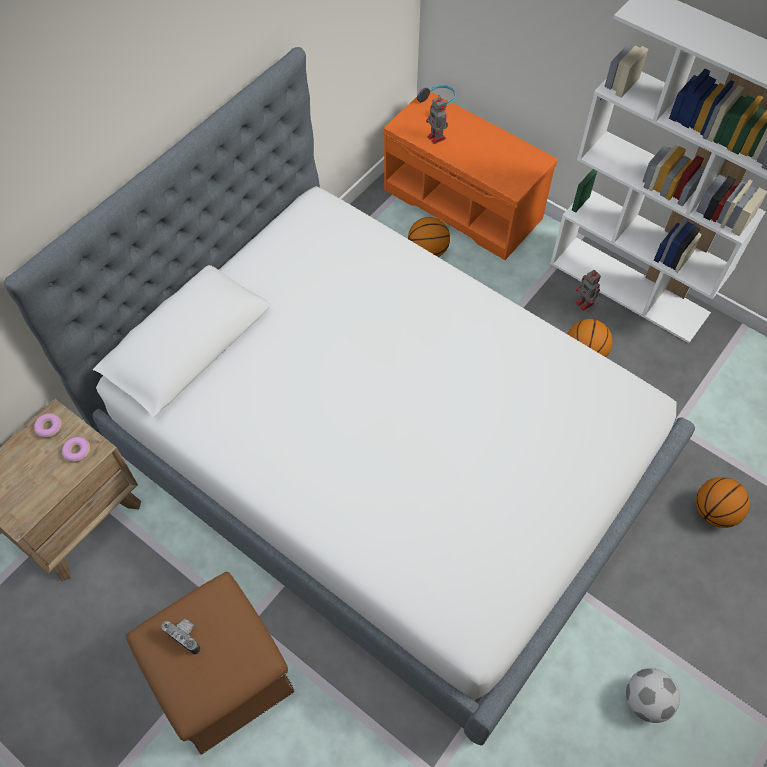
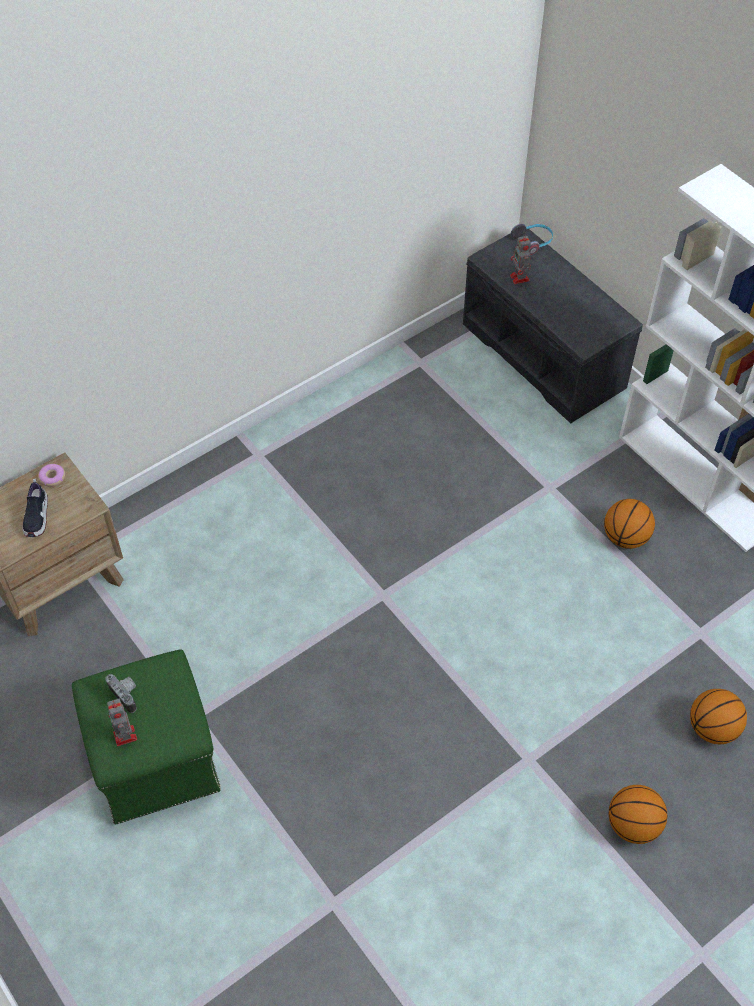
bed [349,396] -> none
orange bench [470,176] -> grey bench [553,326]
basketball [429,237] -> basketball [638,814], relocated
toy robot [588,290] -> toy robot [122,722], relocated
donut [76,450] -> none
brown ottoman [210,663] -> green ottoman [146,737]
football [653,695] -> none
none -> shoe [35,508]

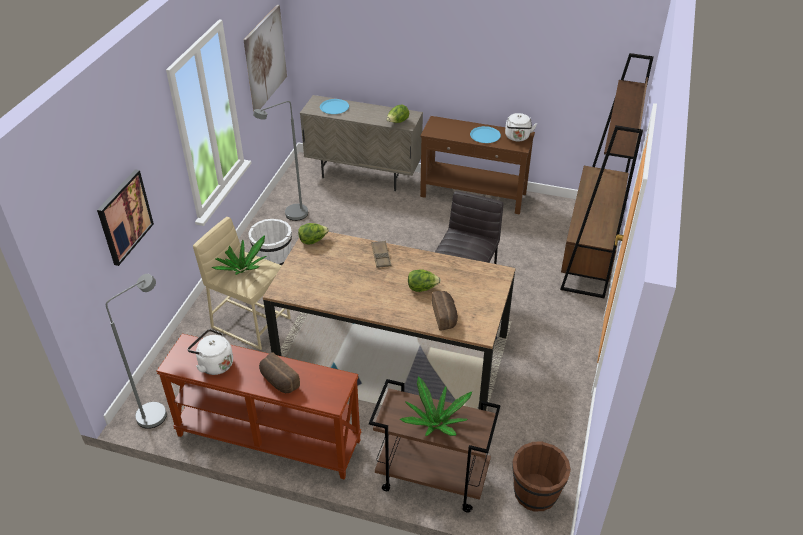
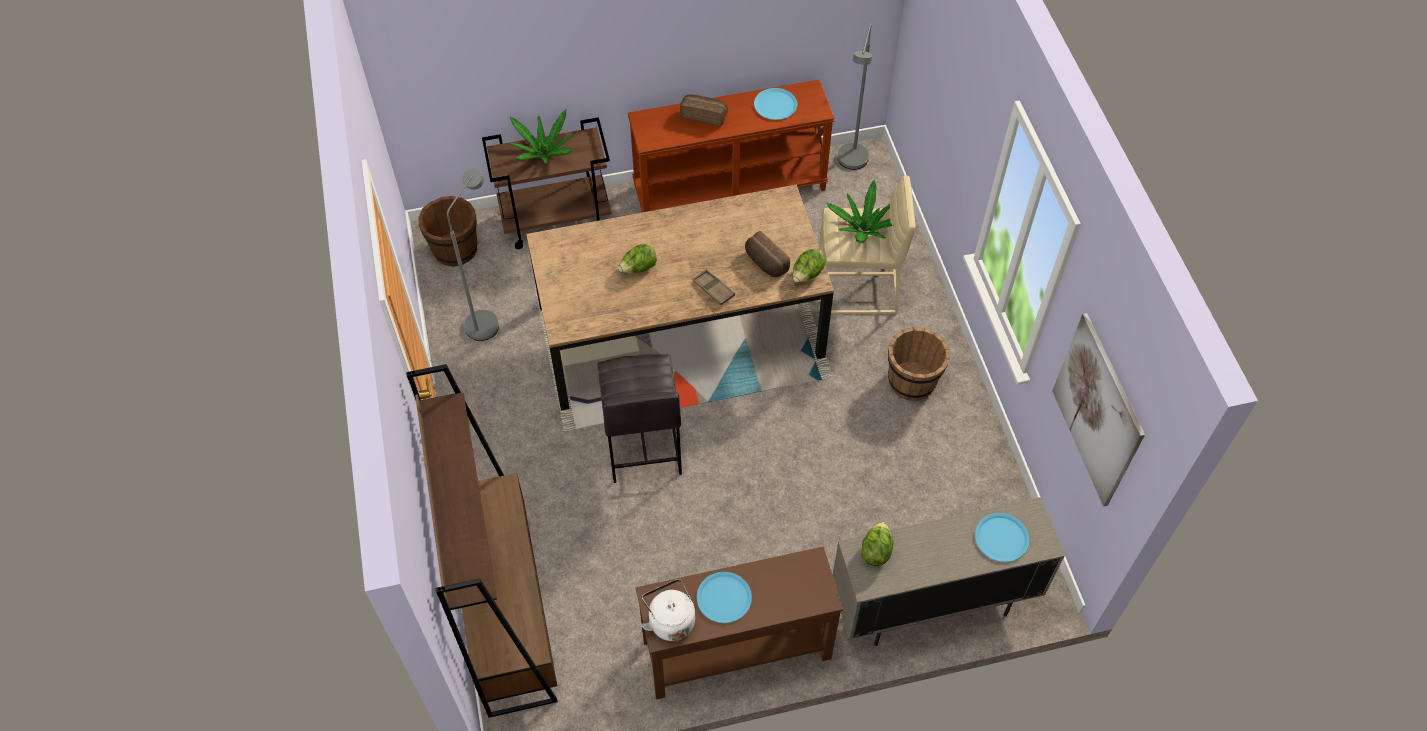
grey floor lamp [280,161] -> grey floor lamp [473,254], relocated
picture [125,217] -> none
white bucket [270,242] -> brown bucket [919,364]
bread [445,310] -> bread [767,254], relocated
white kettle [210,352] -> blue plate [775,104]

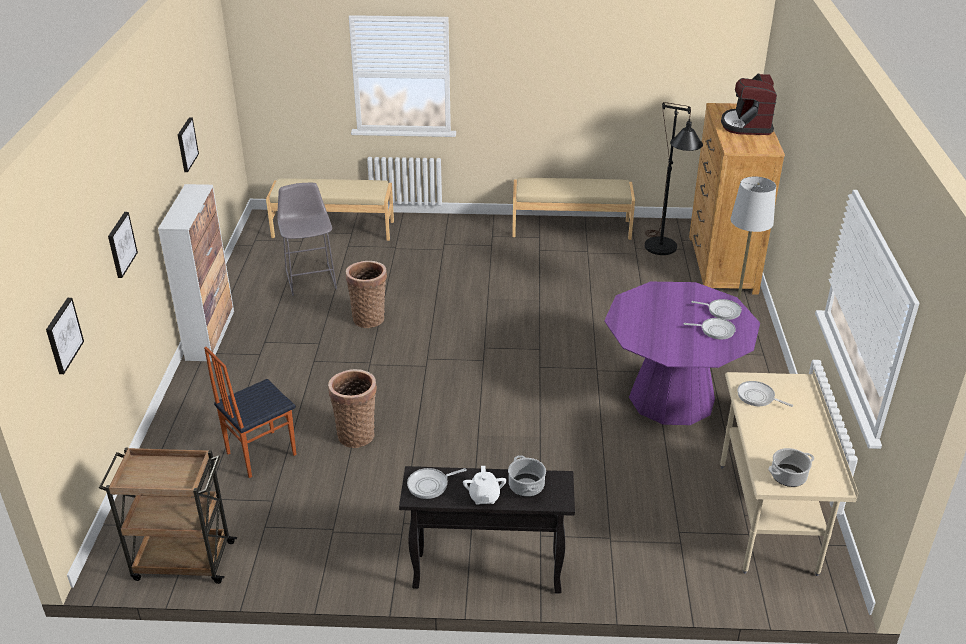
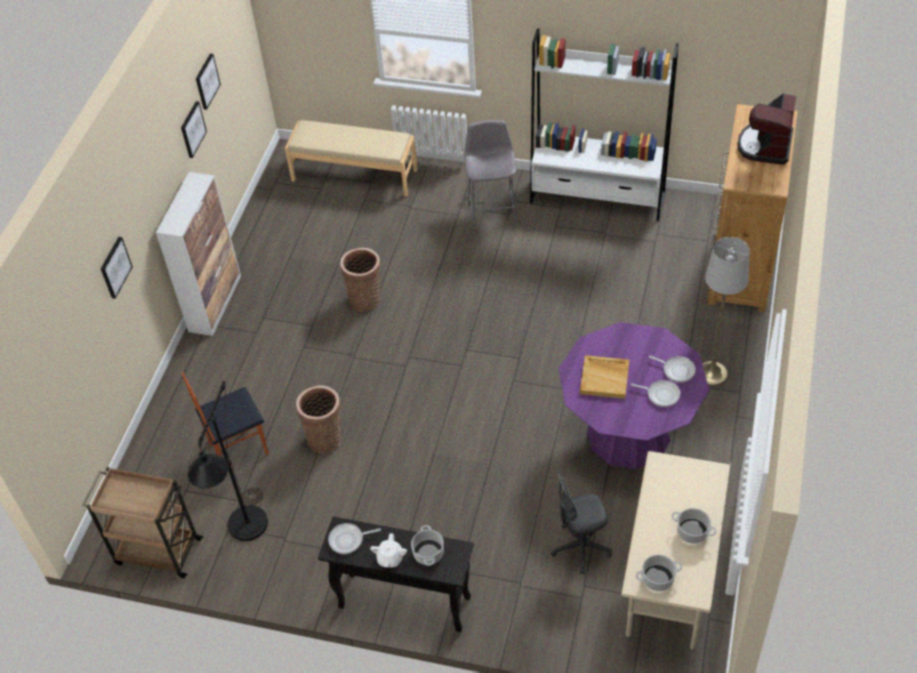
black floor lamp [674,178] -> black floor lamp [228,461], relocated
beige bench [573,209] -> white bookcase [604,124]
grey stool [307,239] -> grey stool [490,174], relocated
picture [65,336] -> picture [208,82], relocated
frying pan [765,394] -> none
none -> beige tray [604,377]
none -> grey office chair [581,523]
none -> cooking pot [694,526]

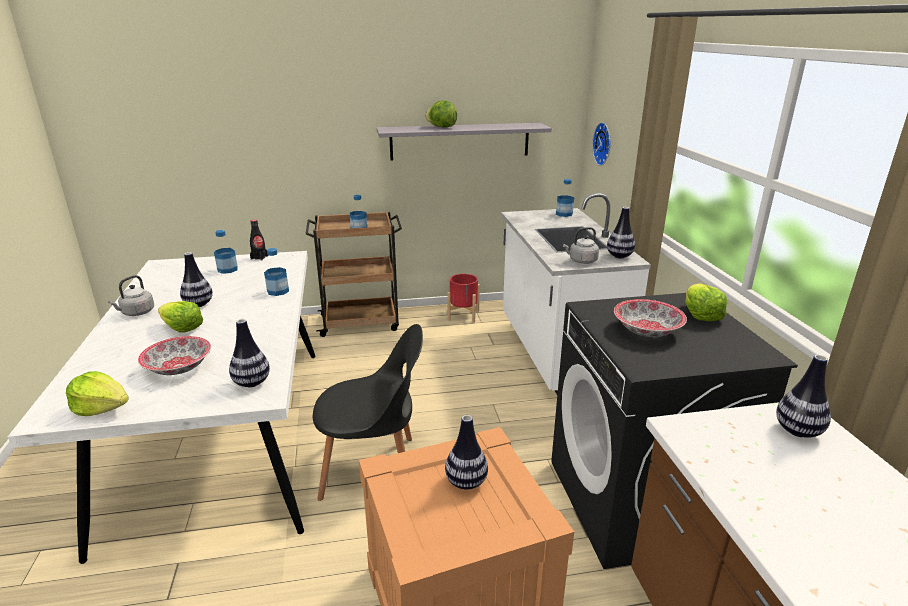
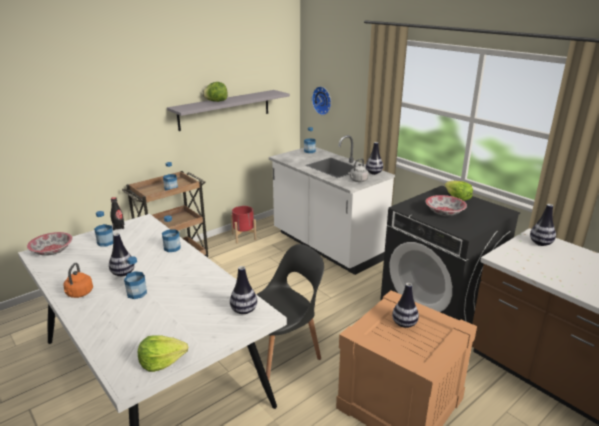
grey kettle [131,295] -> orange kettle [78,280]
lettuce [180,317] -> bottle [135,277]
bowl [174,355] -> bowl [50,244], relocated

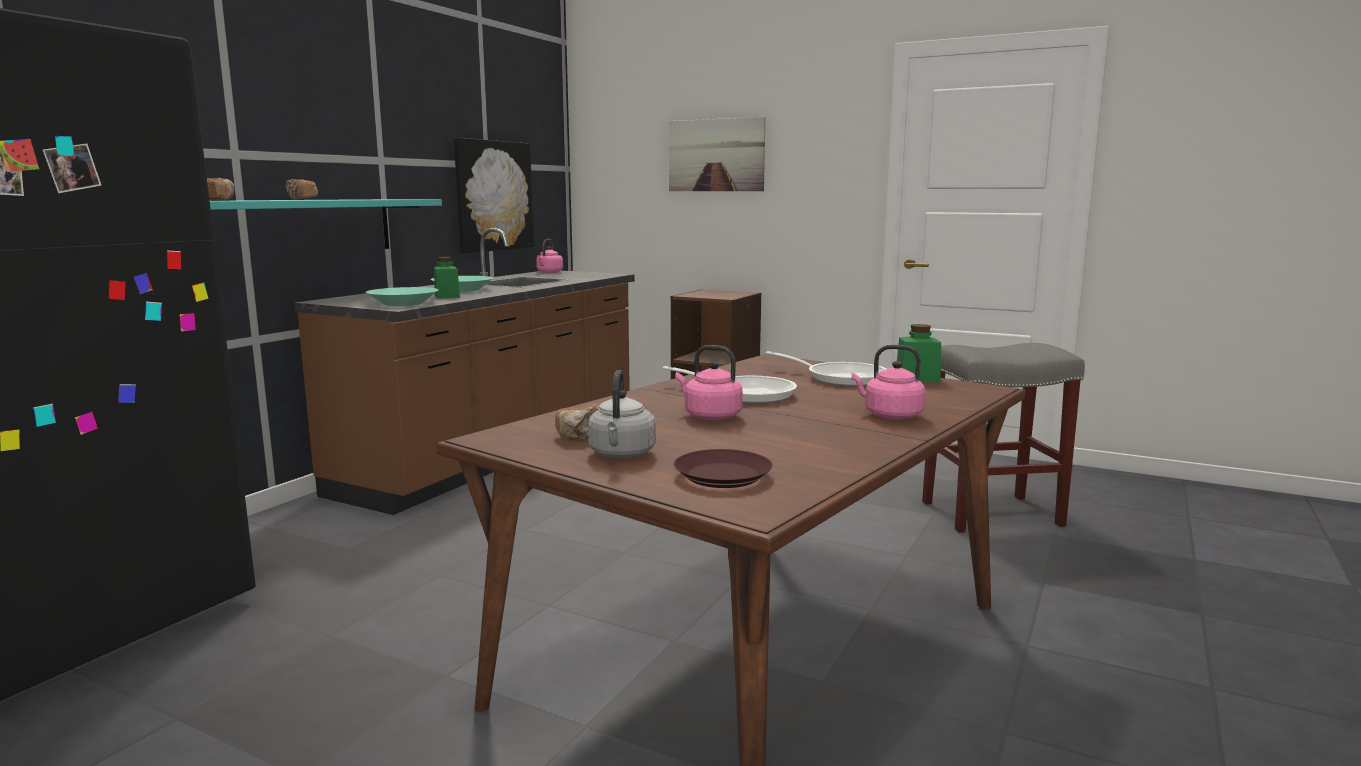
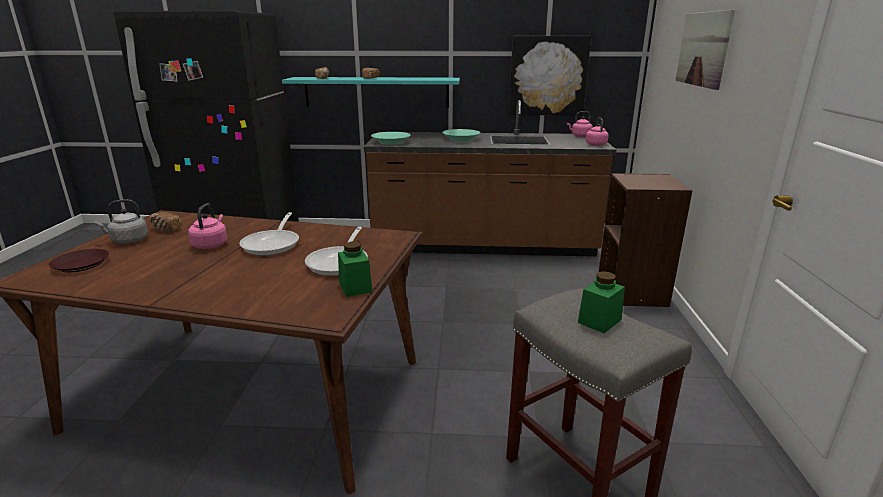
green jar [447,278] -> green jar [601,302], relocated
pink kettle [888,382] -> pink kettle [597,131], relocated

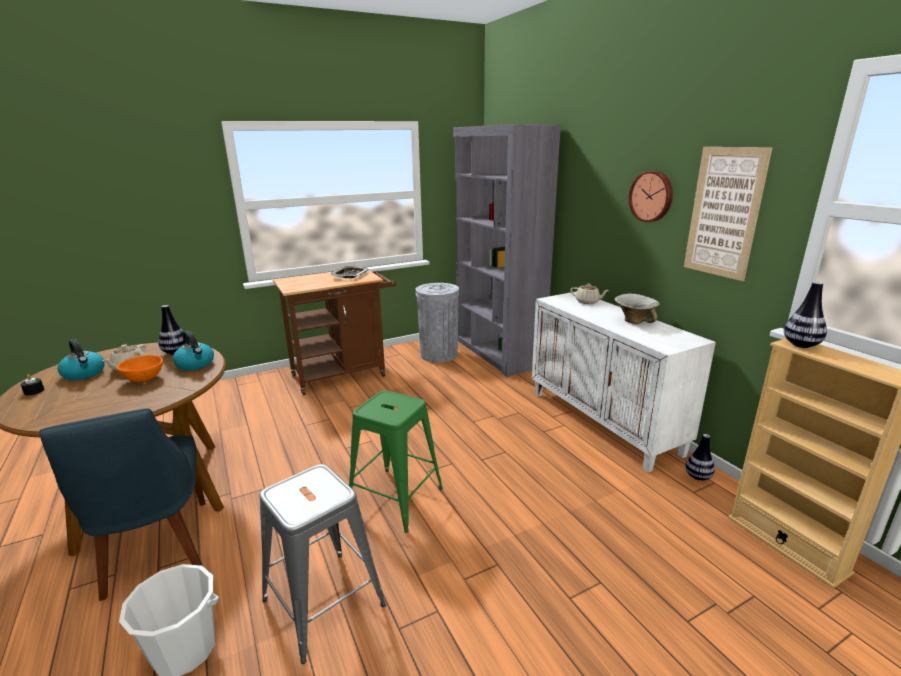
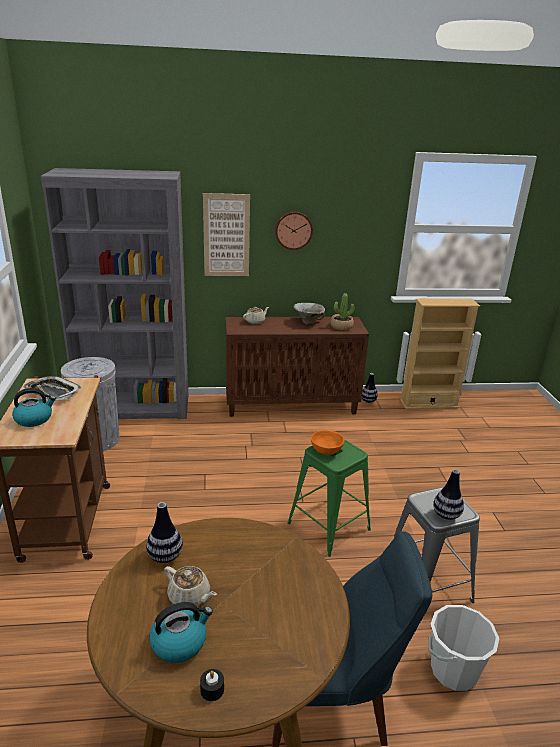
picture [728,214] -> picture [226,234], relocated
vase [805,315] -> vase [448,494], relocated
white cabinet [624,382] -> brown cabinet [297,367]
kettle [193,351] -> kettle [34,407], relocated
orange bowl [140,368] -> orange bowl [328,442], relocated
none -> potted plant [342,311]

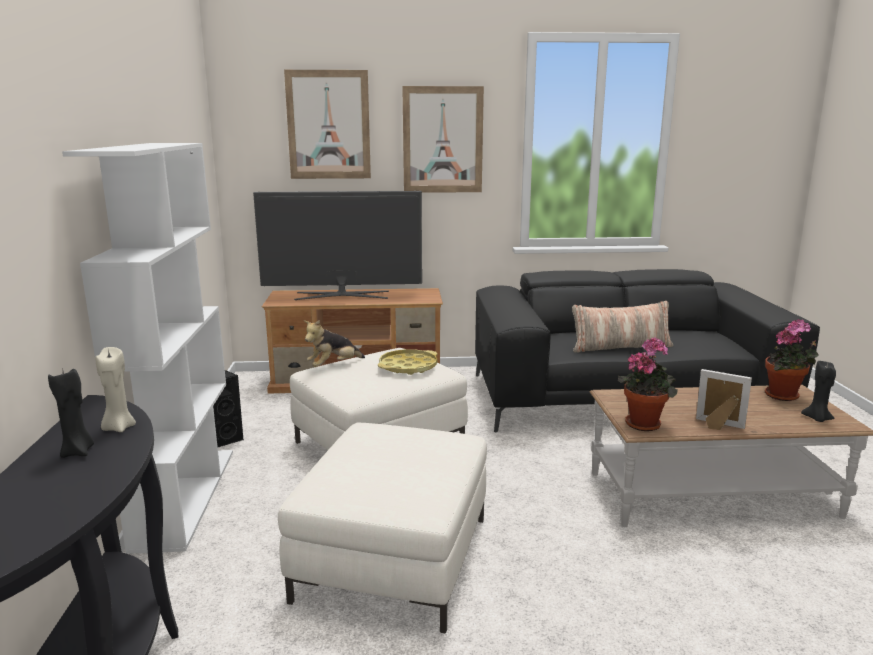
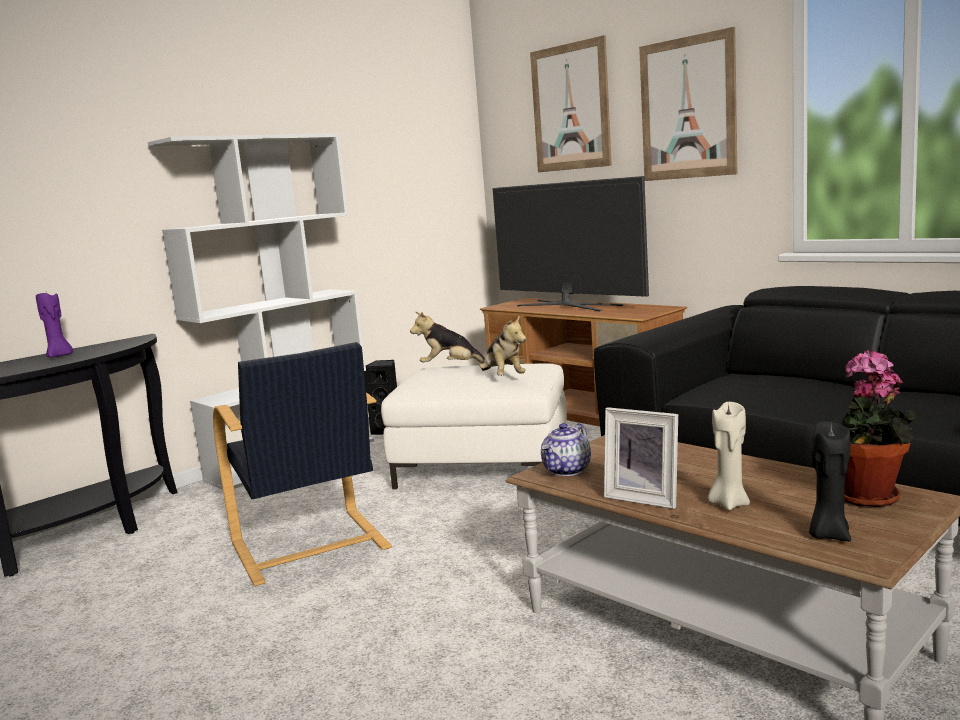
pillow [622,326] -> none
potted plant [648,384] -> teapot [566,449]
beige candle [115,389] -> beige candle [729,456], relocated
yellow tray [408,362] -> plush toy [503,345]
black candle [71,413] -> purple candle [54,325]
picture frame [724,399] -> picture frame [641,458], 135 degrees clockwise
white ottoman [382,528] -> black armchair [302,464]

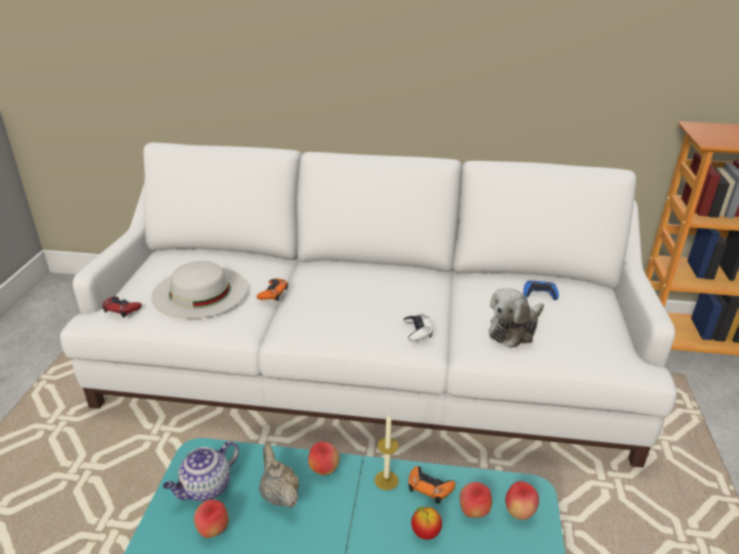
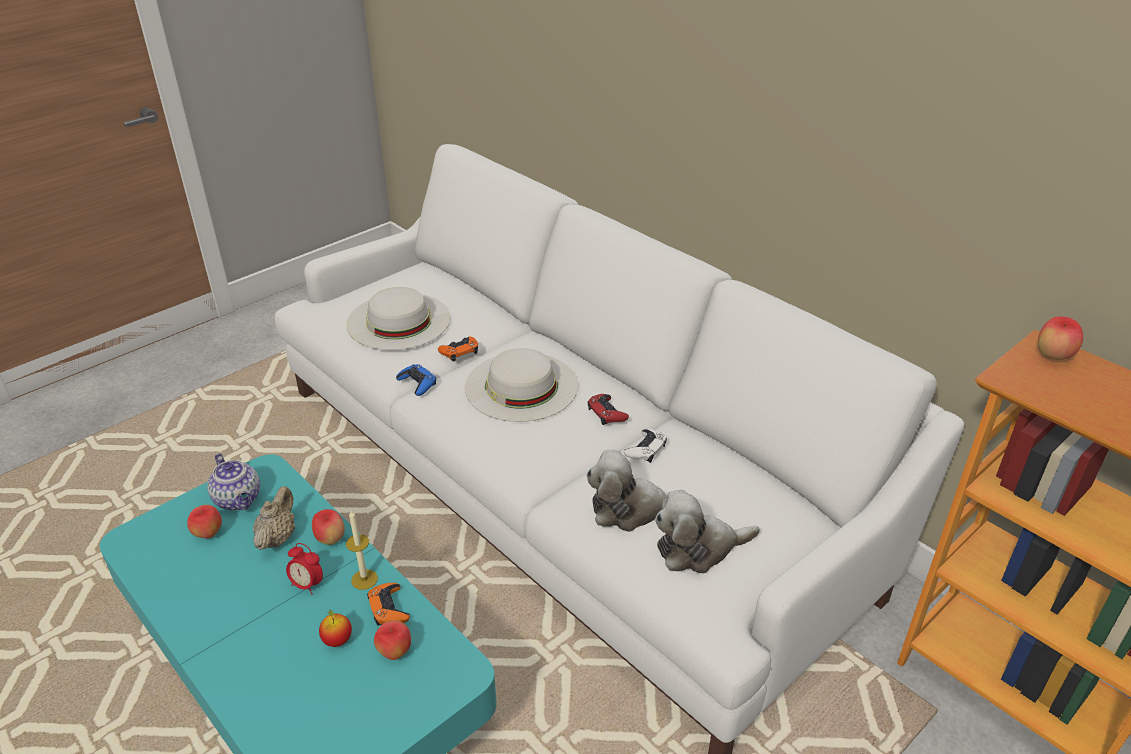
blue game controller [541,290] -> blue game controller [416,380], relocated
red game controller [122,307] -> red game controller [608,409], relocated
white game controller [418,327] -> white game controller [645,446], relocated
teapot [201,471] -> teapot [233,481], 120 degrees counterclockwise
apple [522,500] -> apple [1060,338], relocated
none -> white hat [521,385]
none -> plush toy [707,532]
none -> alarm clock [304,569]

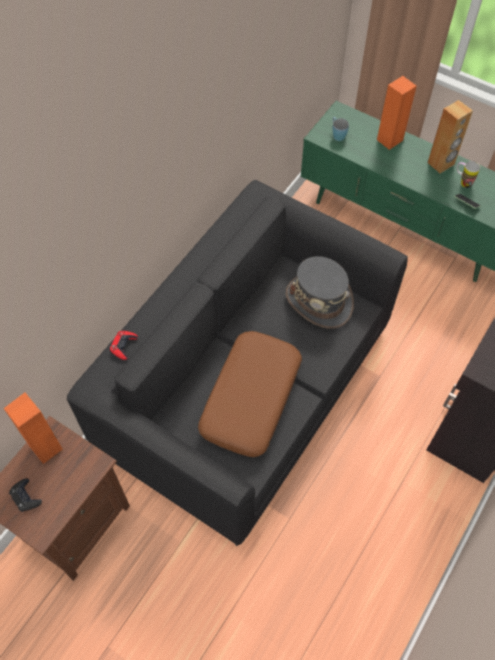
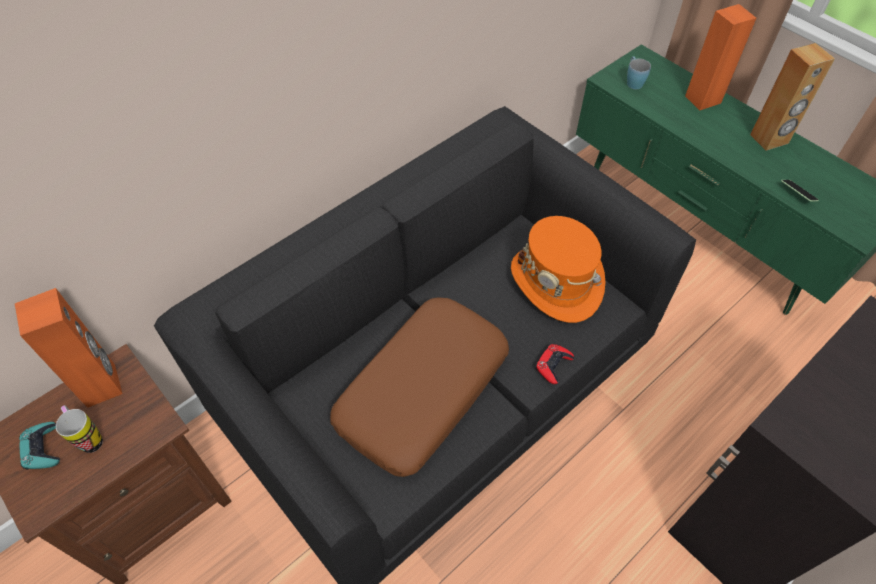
mug [468,174] -> mug [79,429], relocated
grey hat [320,292] -> orange hat [558,269]
red game controller [124,345] -> red game controller [555,364], relocated
black game controller [25,495] -> turquoise game controller [39,446]

